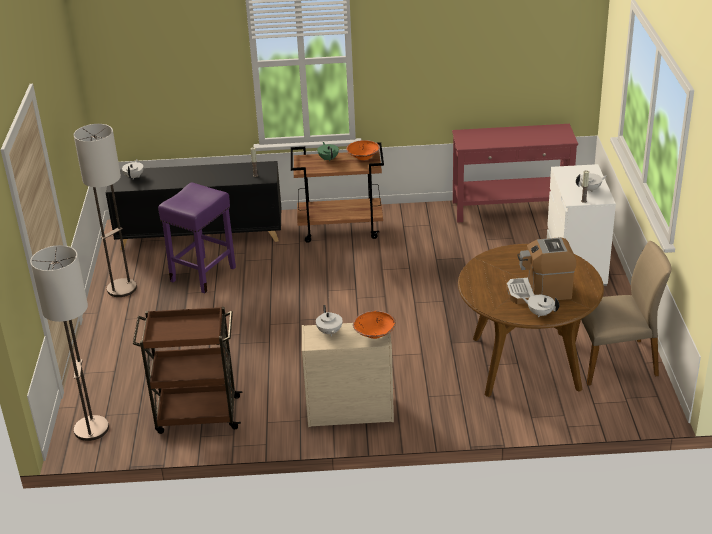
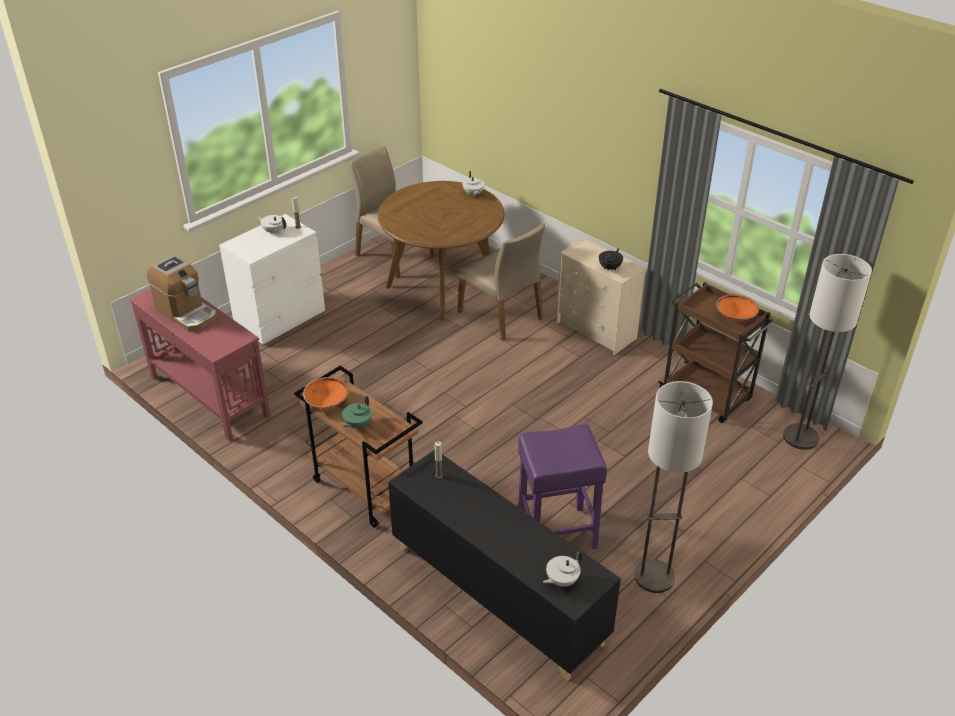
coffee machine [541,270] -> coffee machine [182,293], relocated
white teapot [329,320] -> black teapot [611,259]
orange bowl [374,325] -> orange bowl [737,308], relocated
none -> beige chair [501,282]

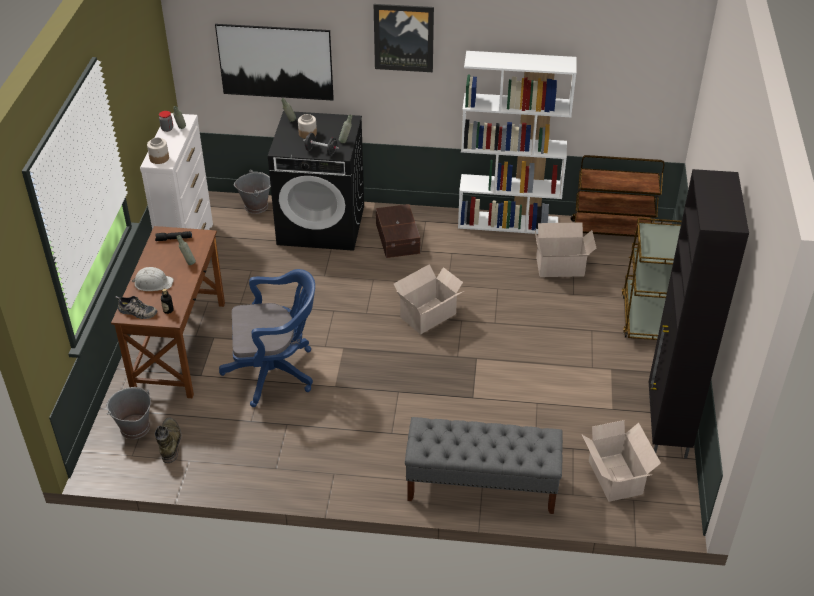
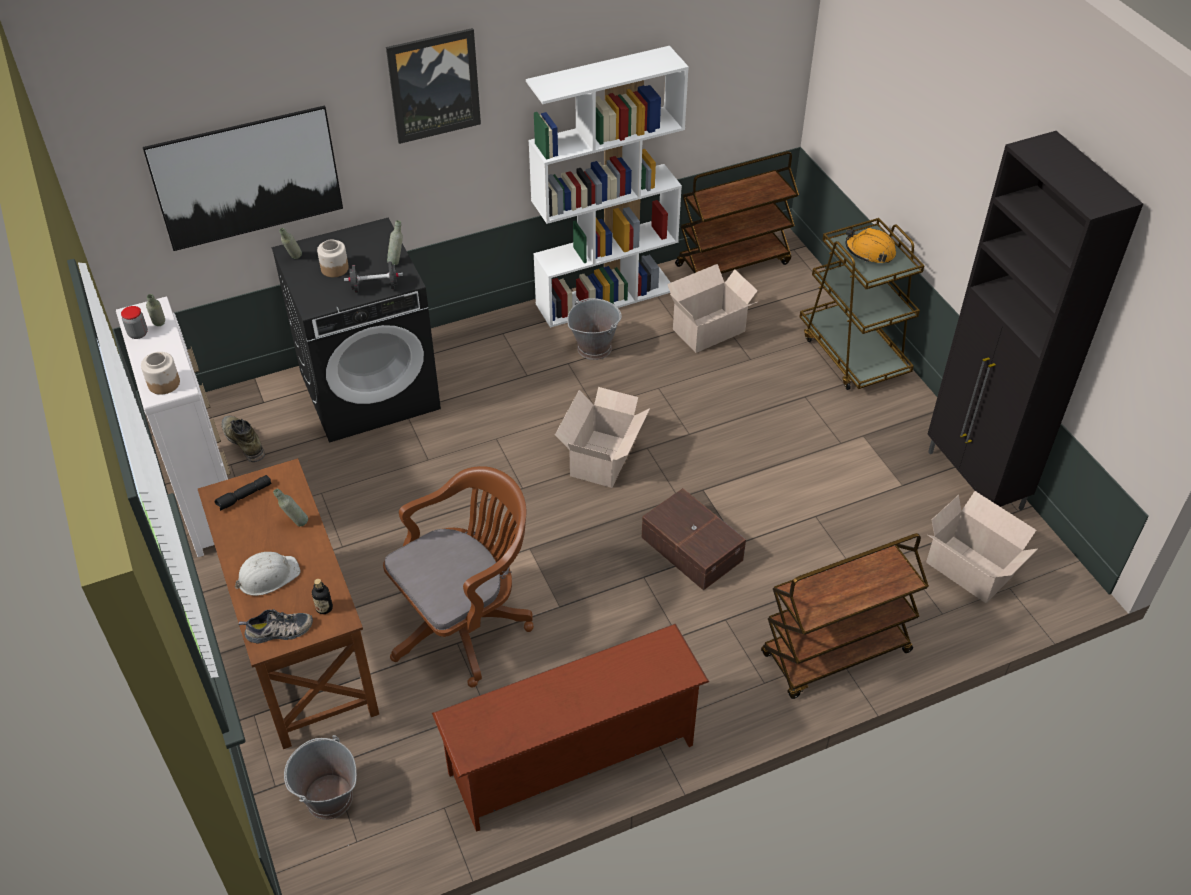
grey bucket [252,192] -> grey bucket [595,329], relocated
brown storage box [398,231] -> brown storage box [694,539], relocated
blue office chair [267,338] -> brown office chair [458,577]
grey bench [484,465] -> brown cart [845,616]
green boot [168,440] -> green boot [243,439], relocated
none -> orange hard hat [870,245]
none -> brown shoe rack [570,728]

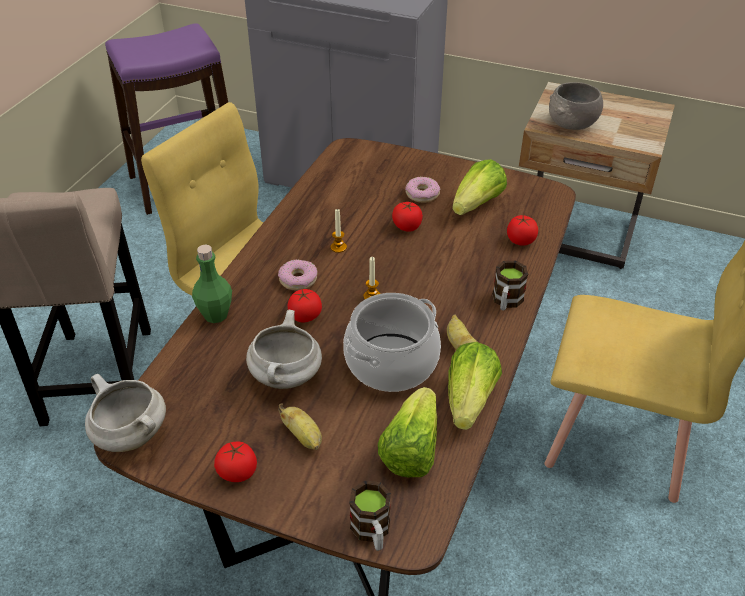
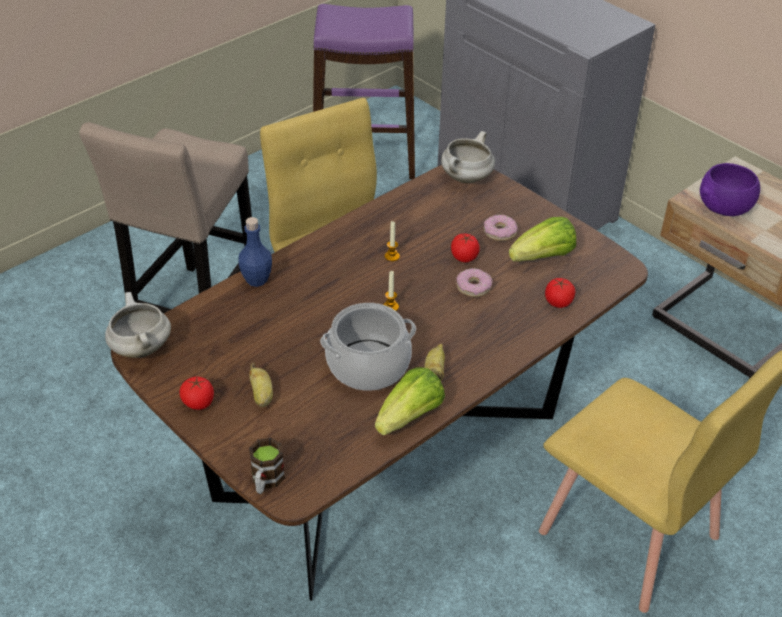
grey bowl [576,106] -> purple bowl [730,189]
green bottle [212,283] -> blue bottle [255,252]
donut [297,274] -> donut [474,282], relocated
mug [510,285] -> none
tomato [305,306] -> none
white cooking pot [284,349] -> white cooking pot [468,157], relocated
lettuce [408,432] -> none

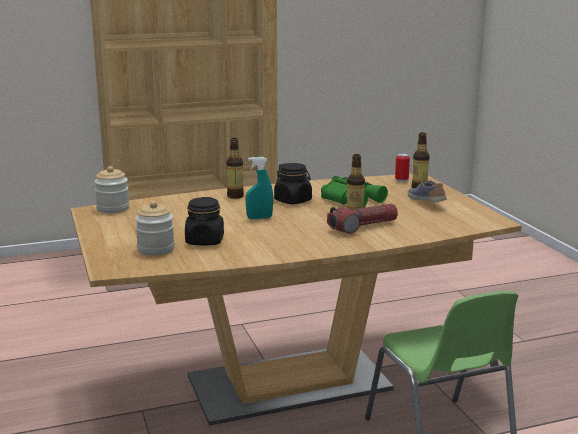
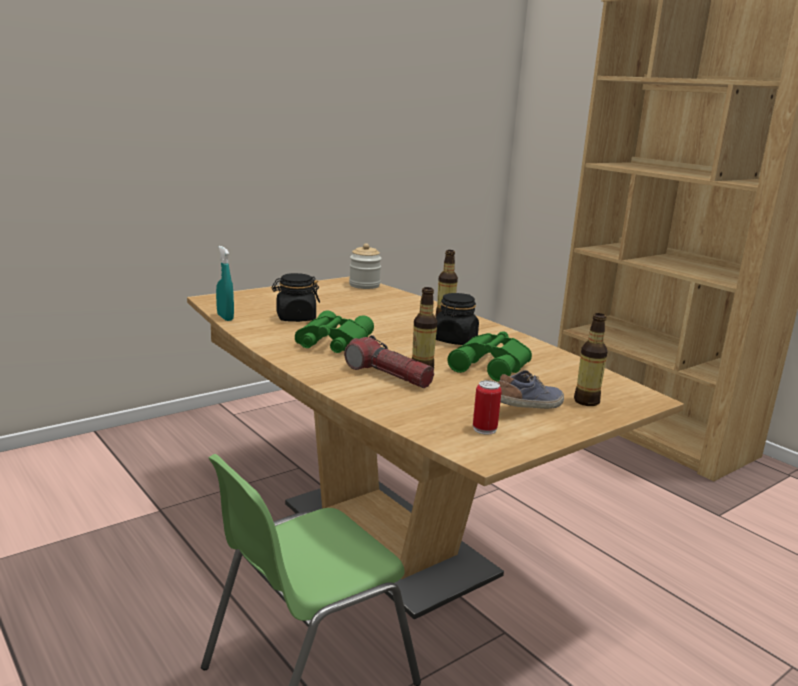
can [402,167] -> can [487,407], relocated
turquoise spray bottle [259,188] -> turquoise spray bottle [225,283], relocated
jar [155,228] -> none
none -> green binoculars [334,332]

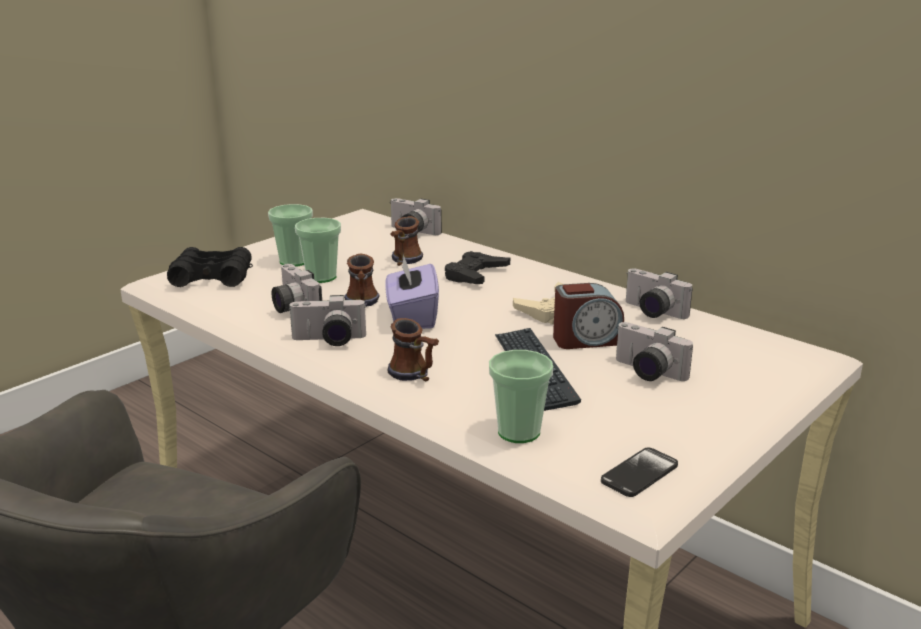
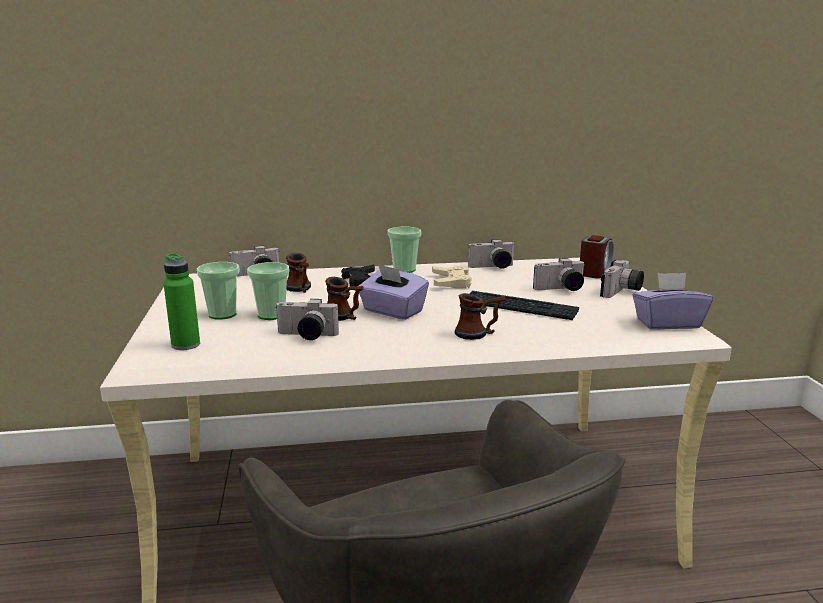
black binoculars [210,267] -> green bottle [182,301]
alarm clock [588,316] -> alarm clock [597,256], relocated
photo camera [327,320] -> photo camera [622,279], relocated
cup [521,396] -> cup [404,250], relocated
phone [639,472] -> purple tissue box [672,301]

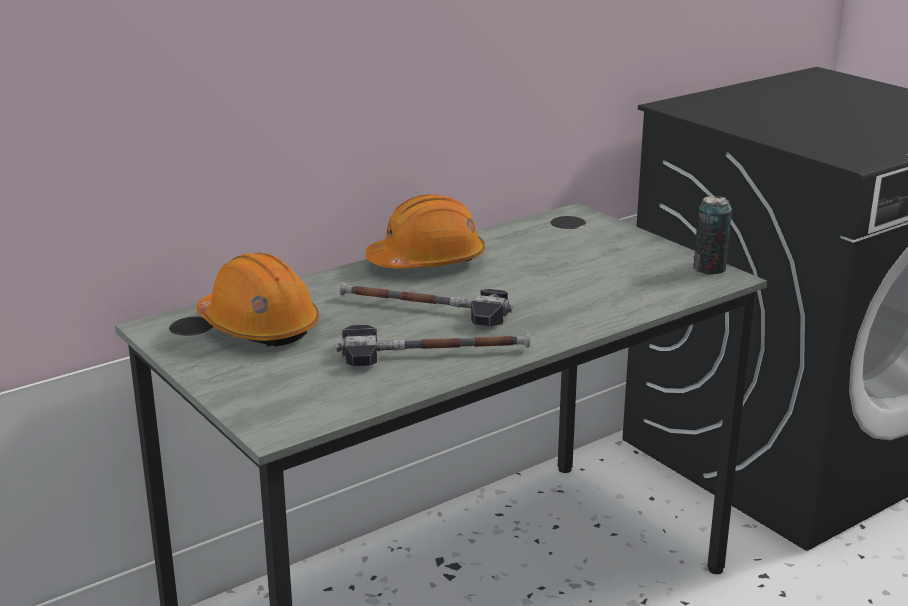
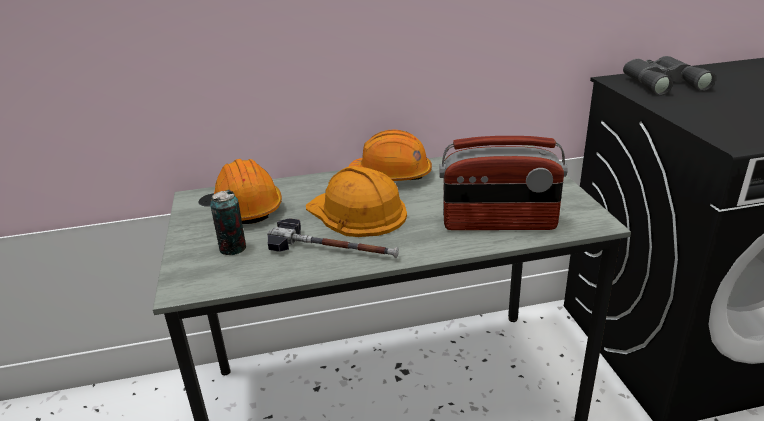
can [712,235] -> can [228,223], relocated
hammer [426,304] -> orange hard hat [356,201]
none -> grey binoculars [669,76]
none -> radio [503,183]

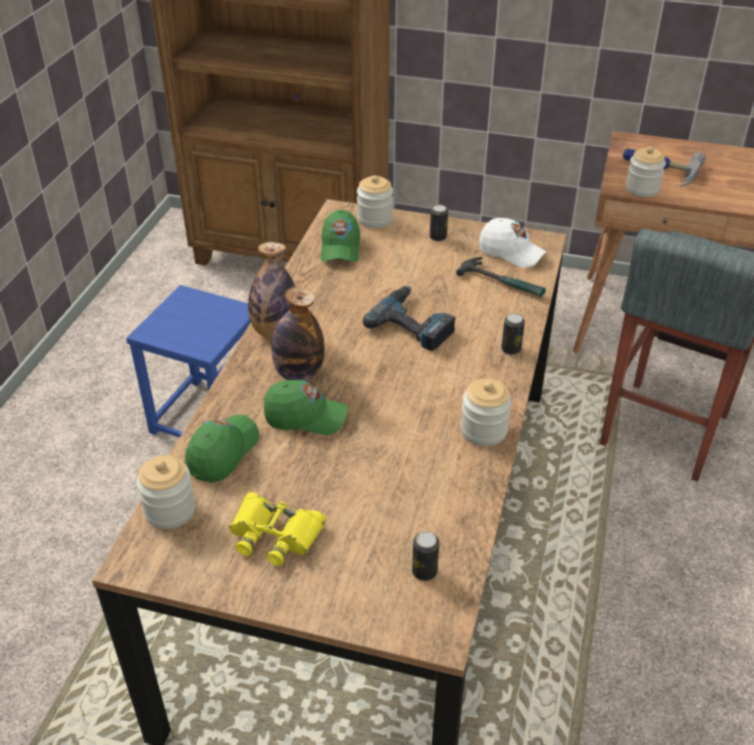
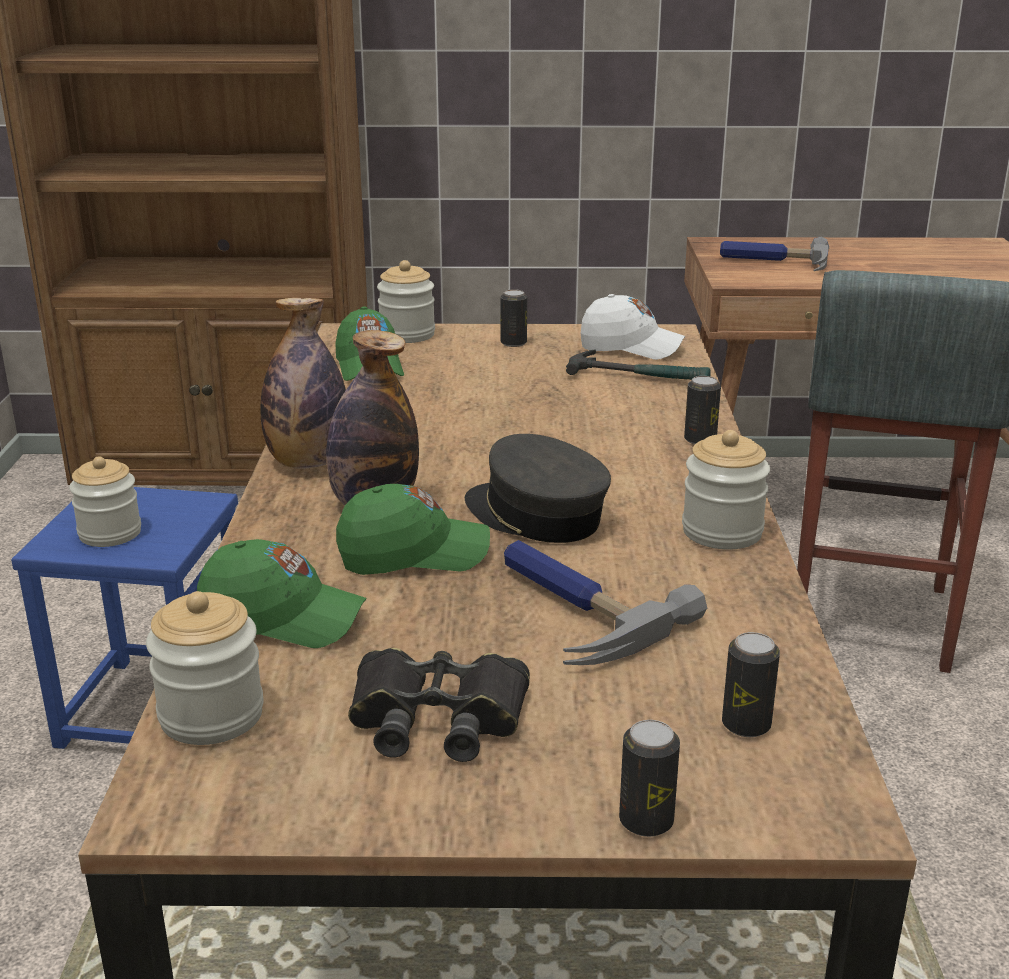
jar [646,172] -> jar [105,501], relocated
power drill [409,318] -> none
green cap [222,449] -> green cap [281,593], 90 degrees clockwise
yellow binoculars [277,529] -> black binoculars [439,705]
none -> grey cap [538,488]
none -> hammer [605,602]
none -> can [649,778]

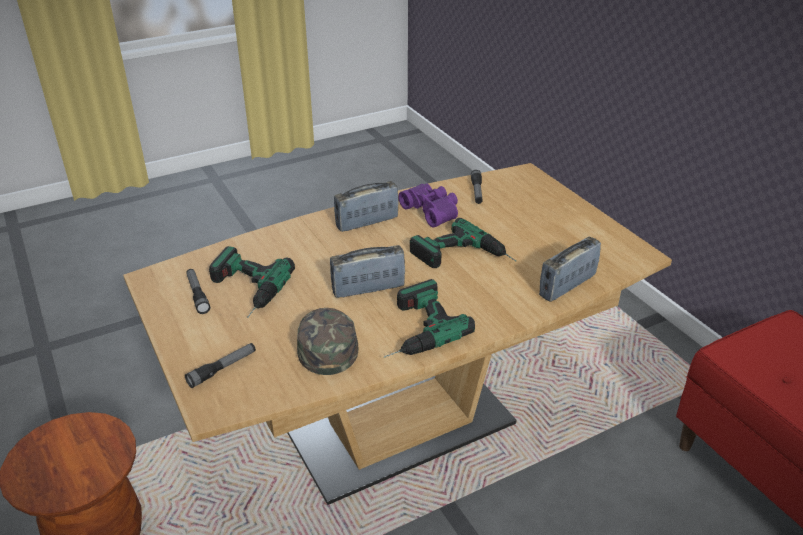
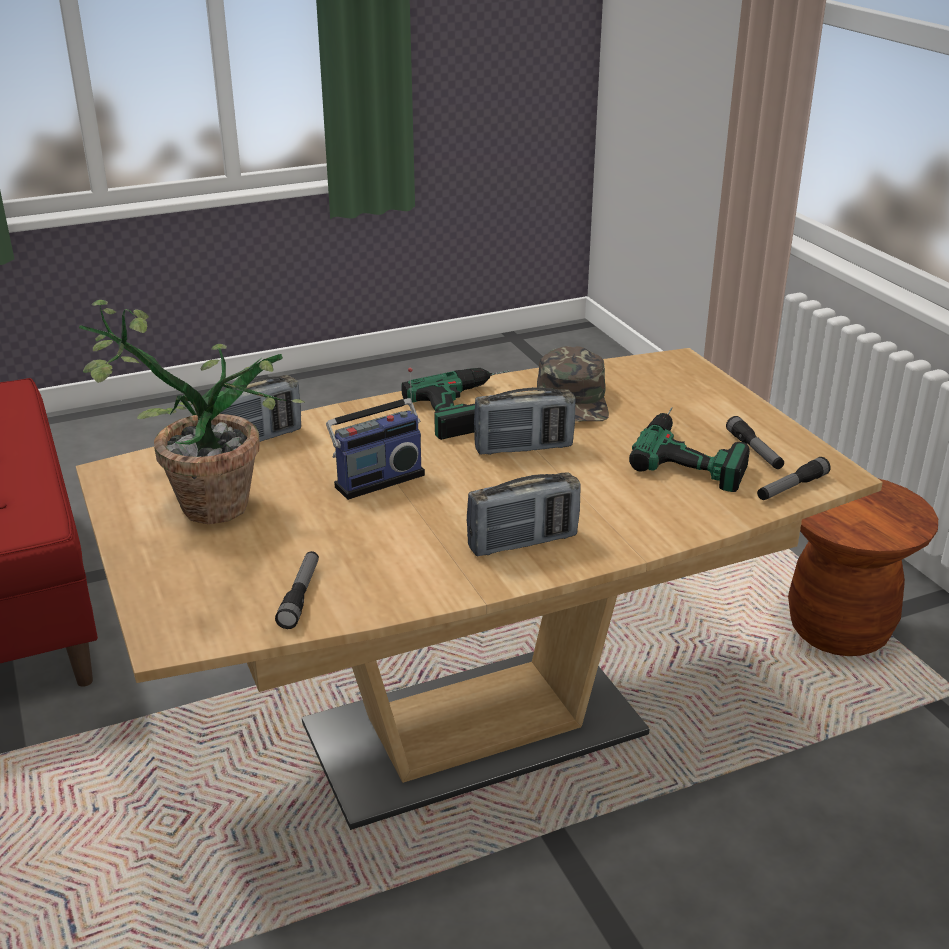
purple binoculars [428,205] -> none
power drill [463,243] -> radio [375,434]
flashlight [220,365] -> flashlight [794,478], relocated
none -> potted plant [191,412]

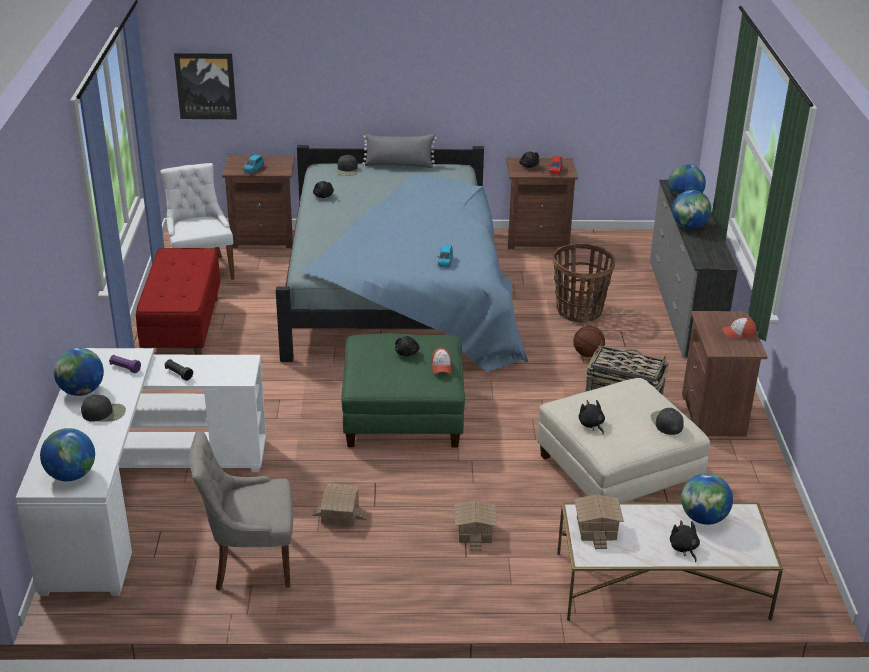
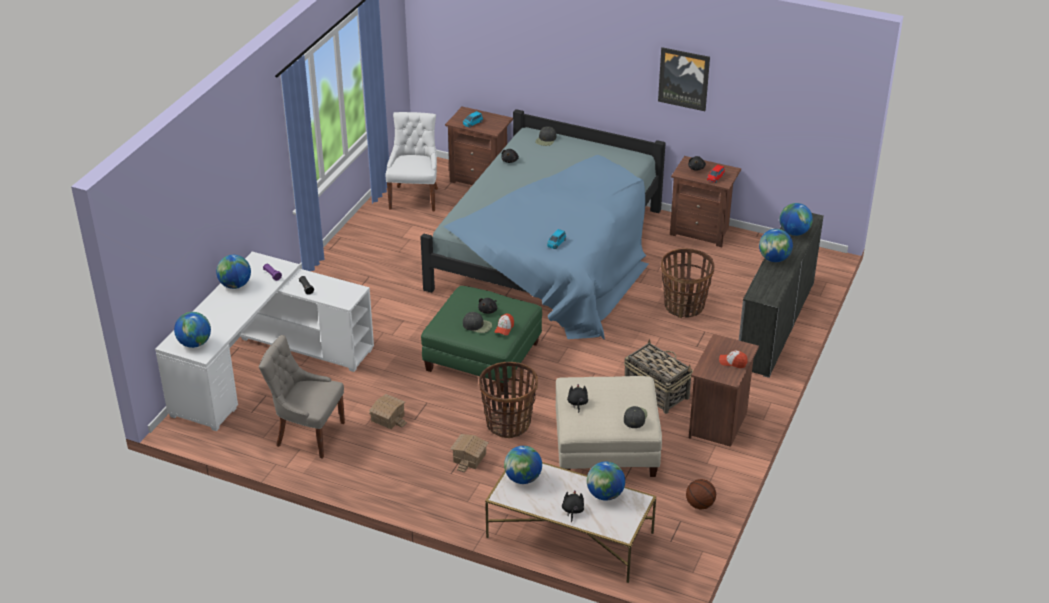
picture [205,86] -> picture [684,79], relocated
grey pillow [399,151] -> none
red bench [178,301] -> none
basketball [589,341] -> basketball [701,494], relocated
black cap [103,408] -> black cap [477,322], relocated
toy house [599,521] -> globe [523,465]
none -> basket [508,400]

